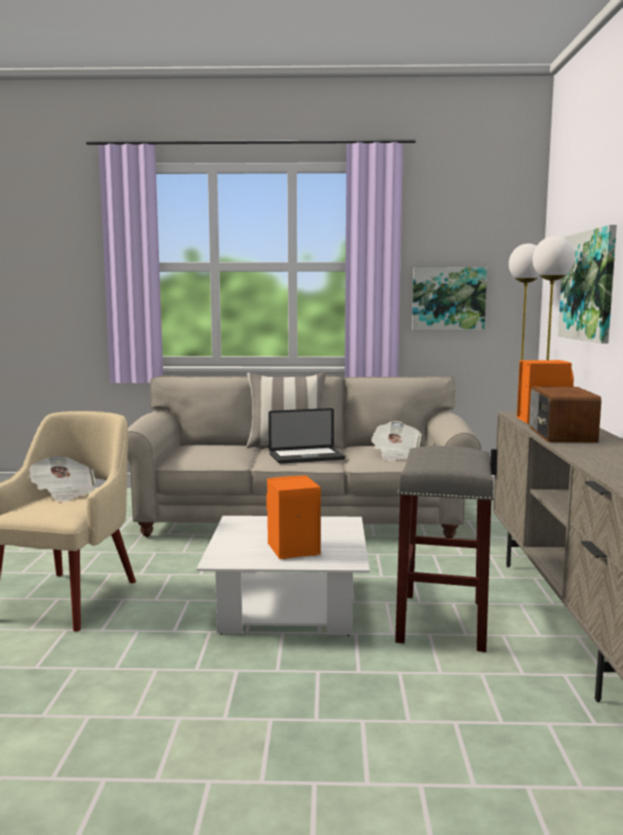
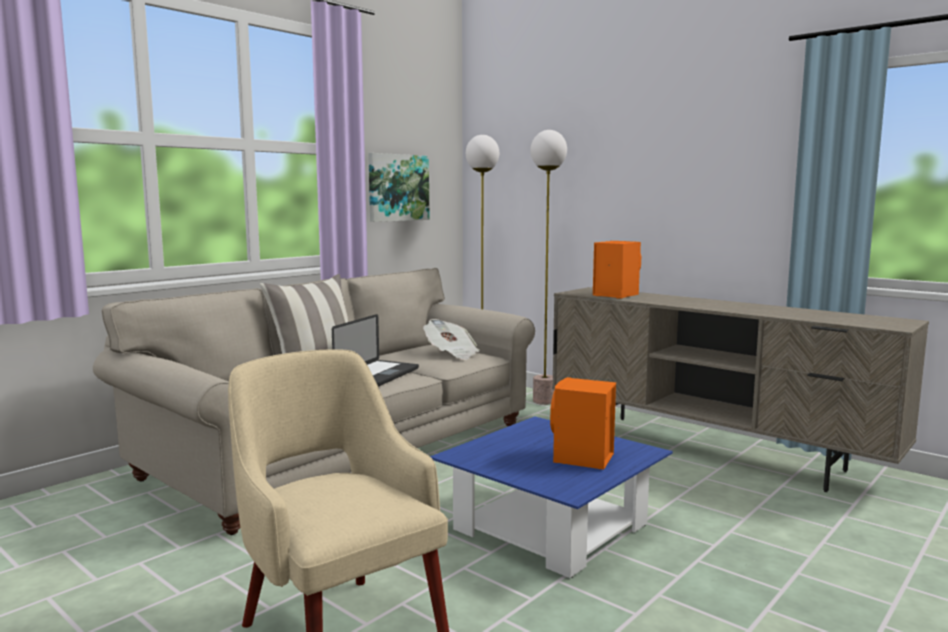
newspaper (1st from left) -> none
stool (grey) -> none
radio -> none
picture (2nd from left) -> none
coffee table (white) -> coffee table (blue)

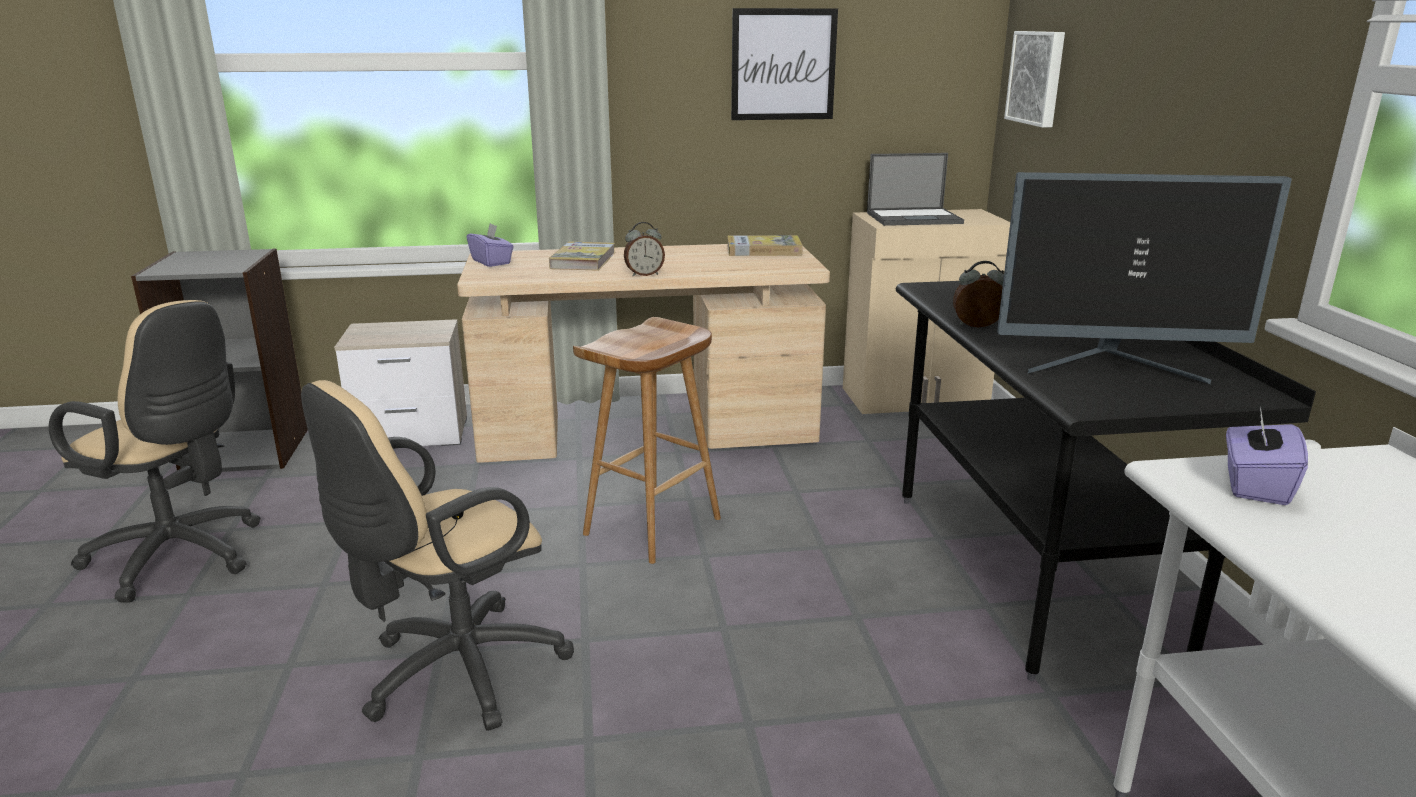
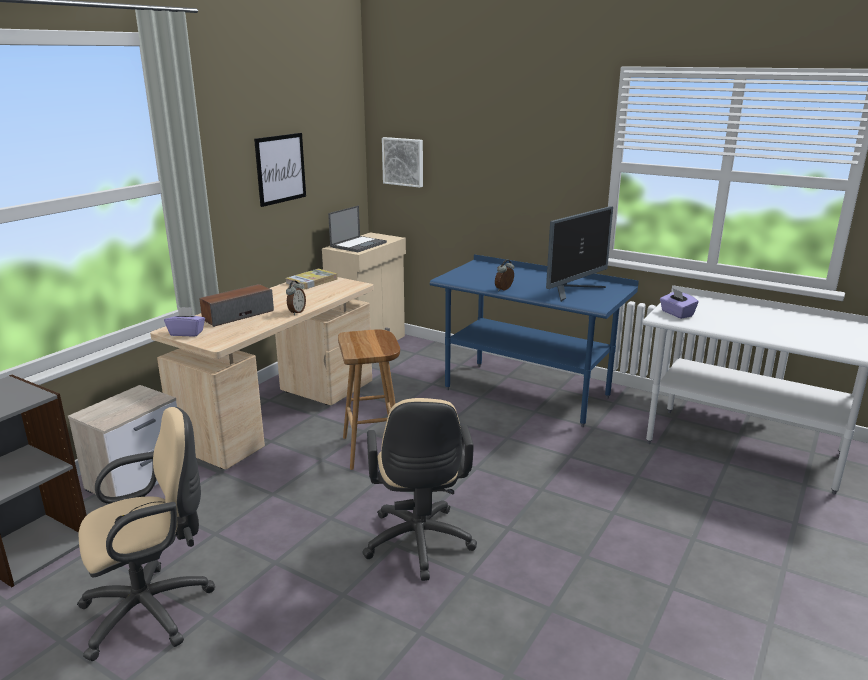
book (1st from left) -> speaker
desk (black) -> desk (blue)

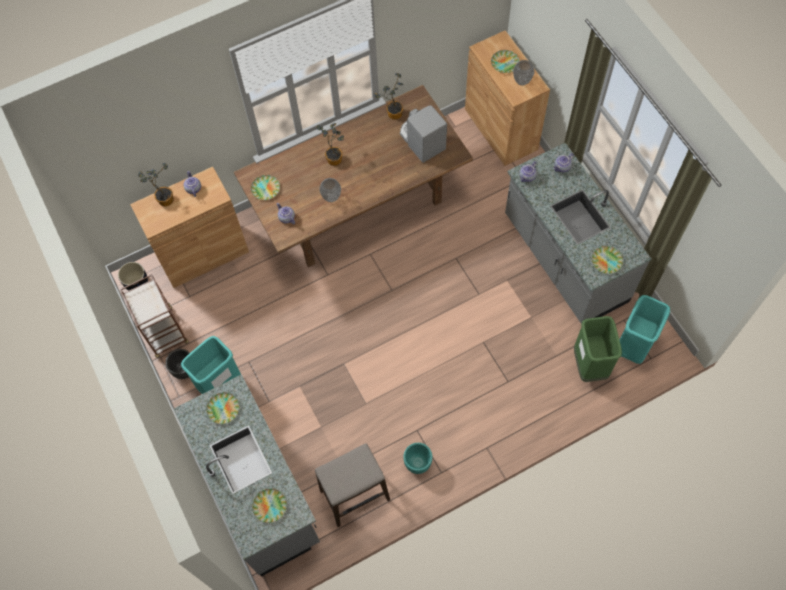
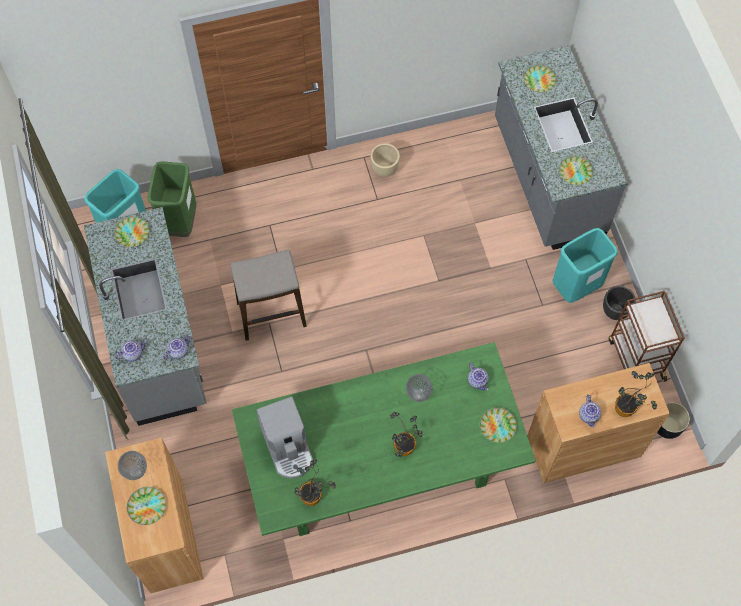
stool, move
dining table (brown) -> dining table (green)
planter (turquoise) -> planter (beige)

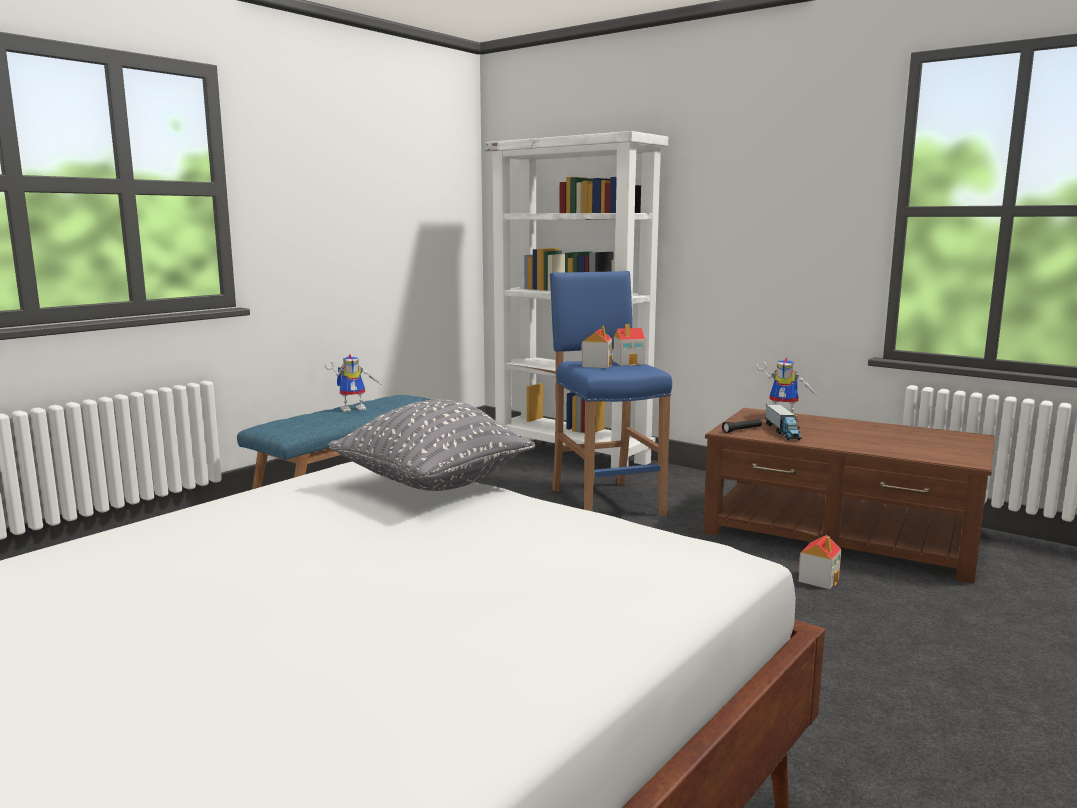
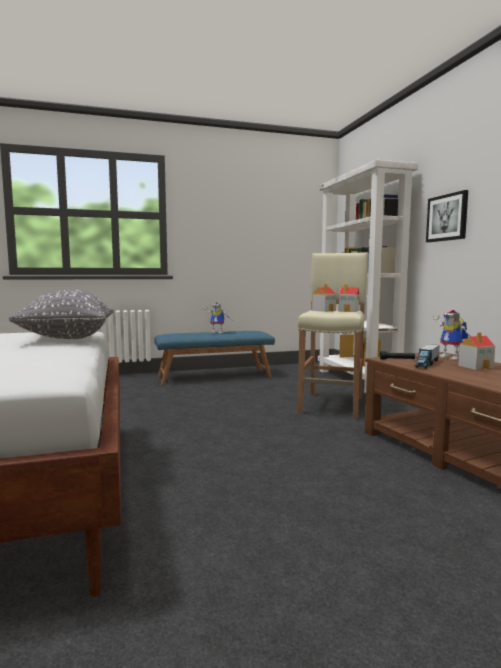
none -> picture
toy house (3rd from left), move
stool (blue) -> stool (beige)

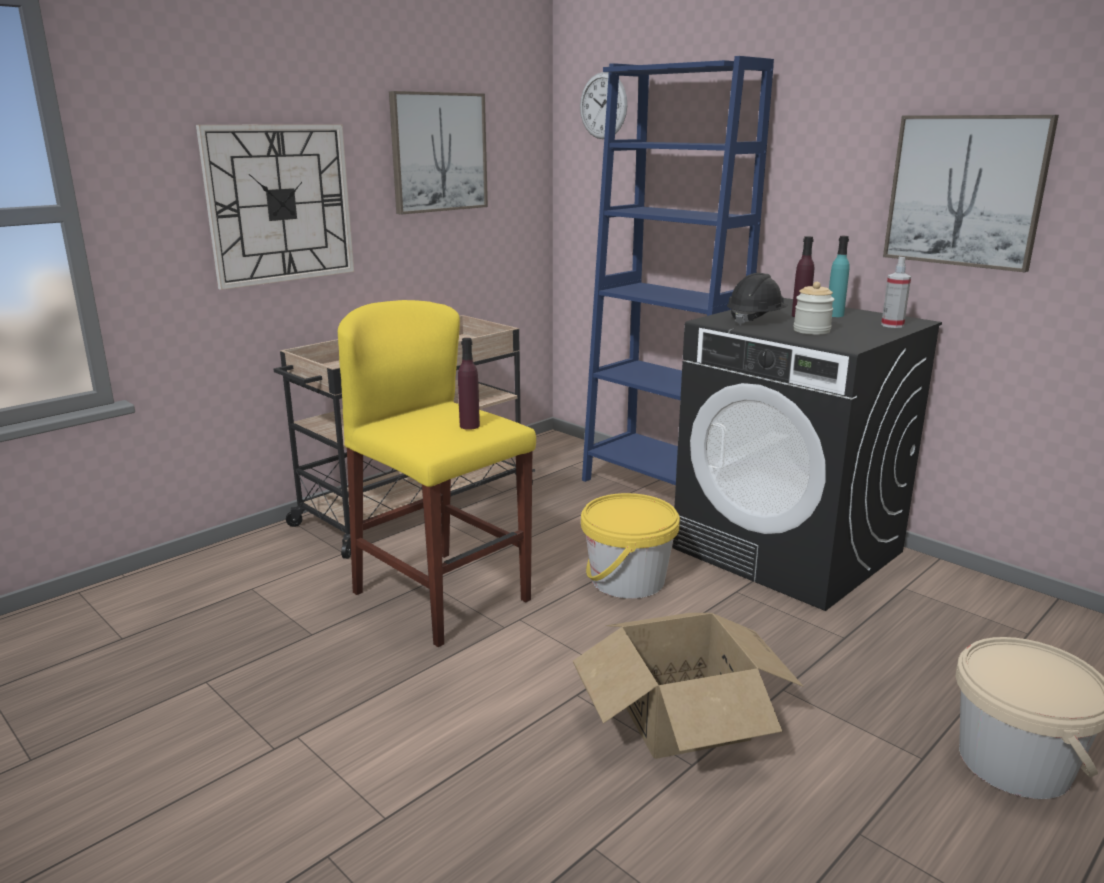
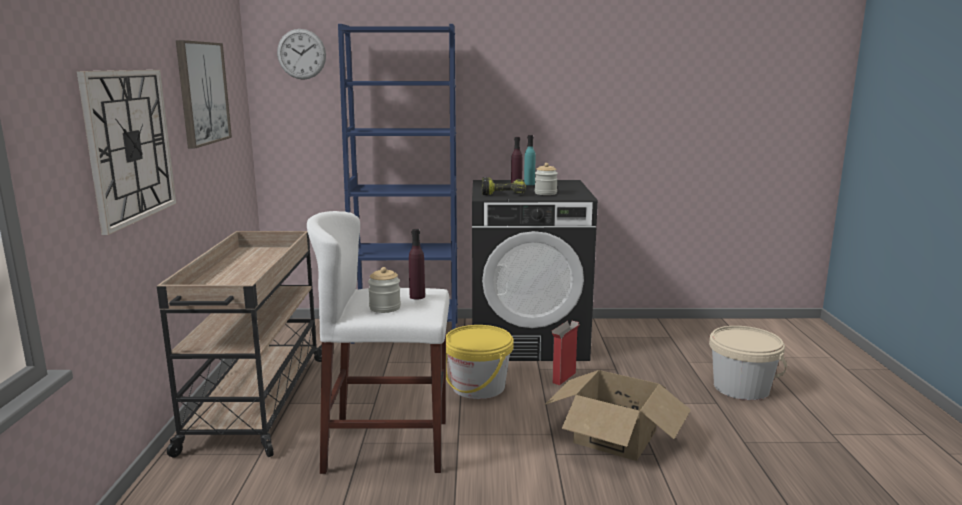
spray bottle -> none
picture (2nd from left) -> none
none -> jar (1st from left)
none -> cardboard box (1st from left)
hard hat (black) -> power drill
stool (yellow) -> stool (white)

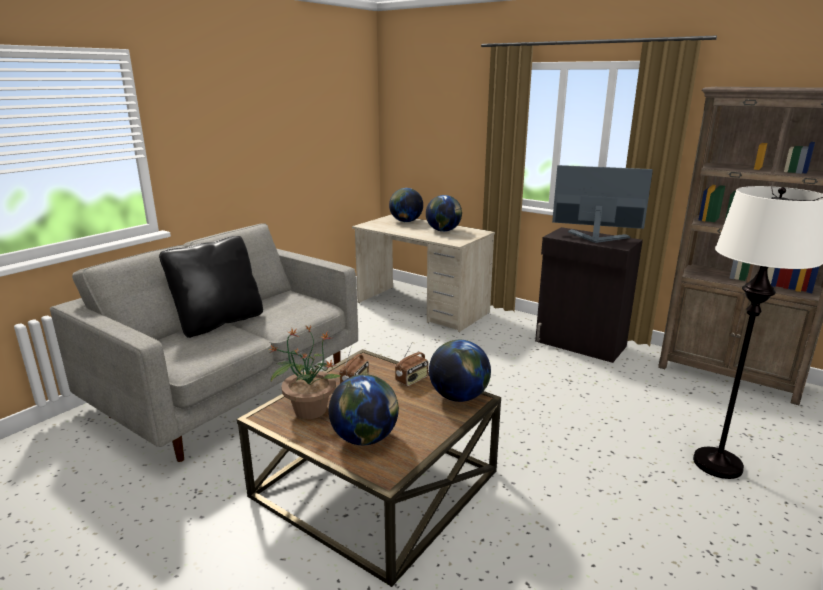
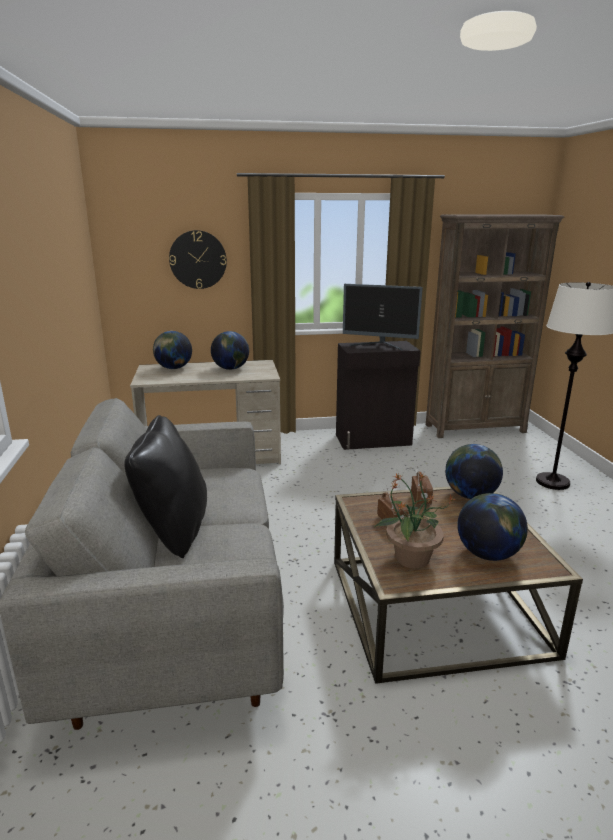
none -> wall clock
monitor, 135 degrees counterclockwise

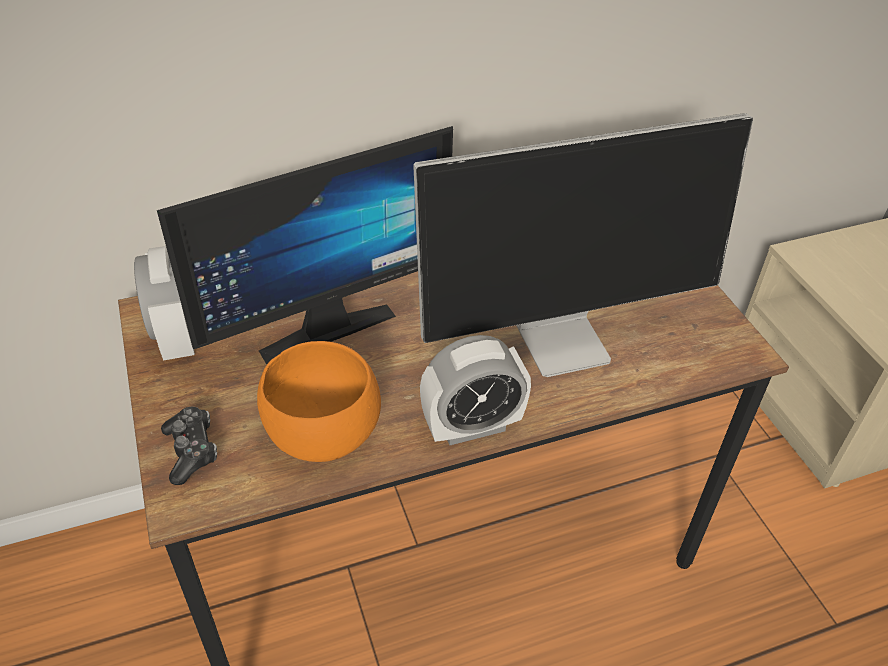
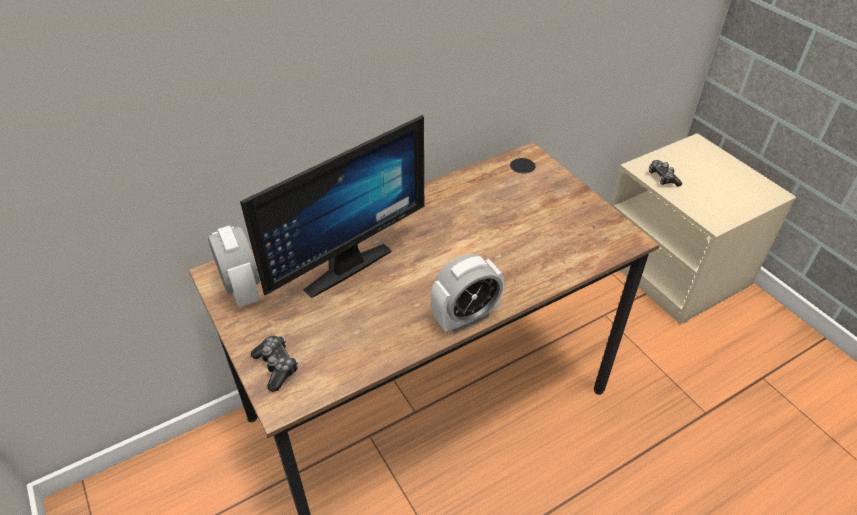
bowl (orange) -> none
monitor (2nd from left) -> none
none -> game controller (2nd from left)

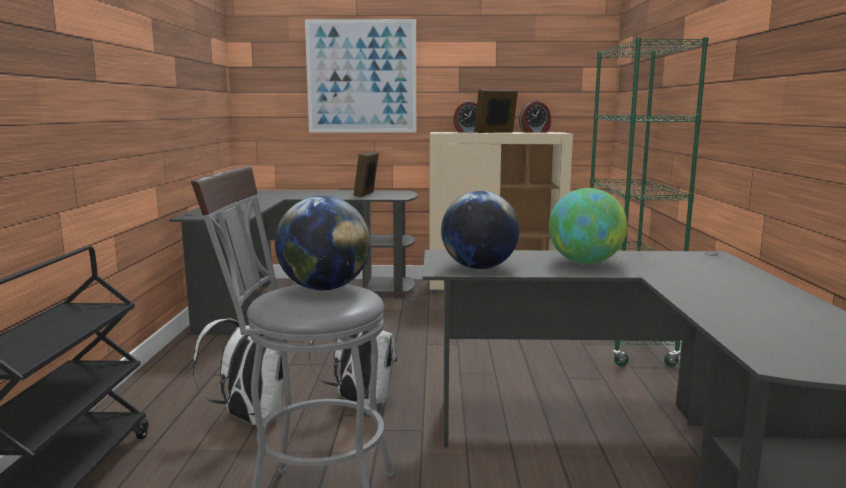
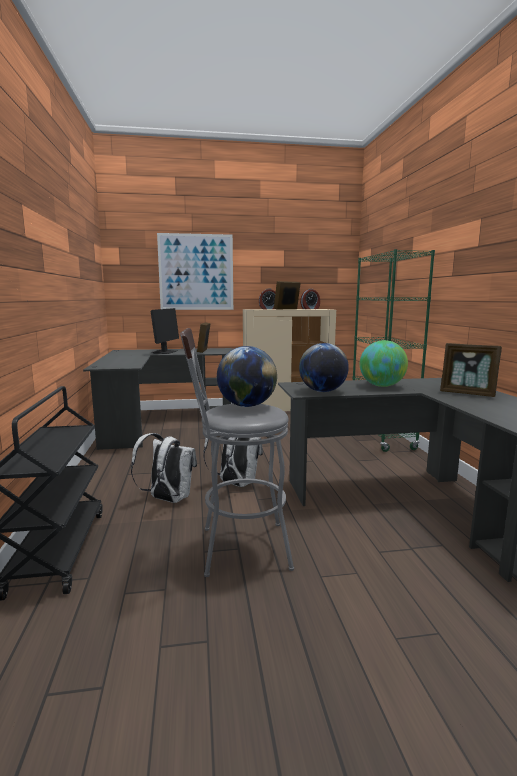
none -> monitor
none -> picture frame (3rd from left)

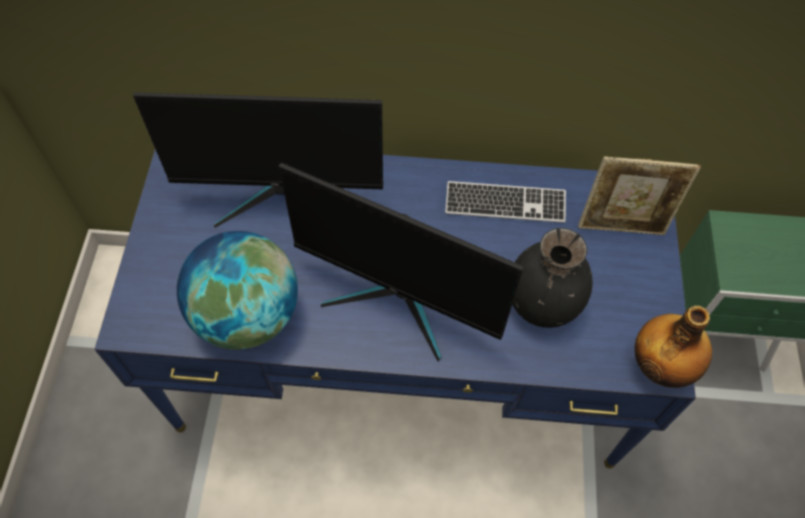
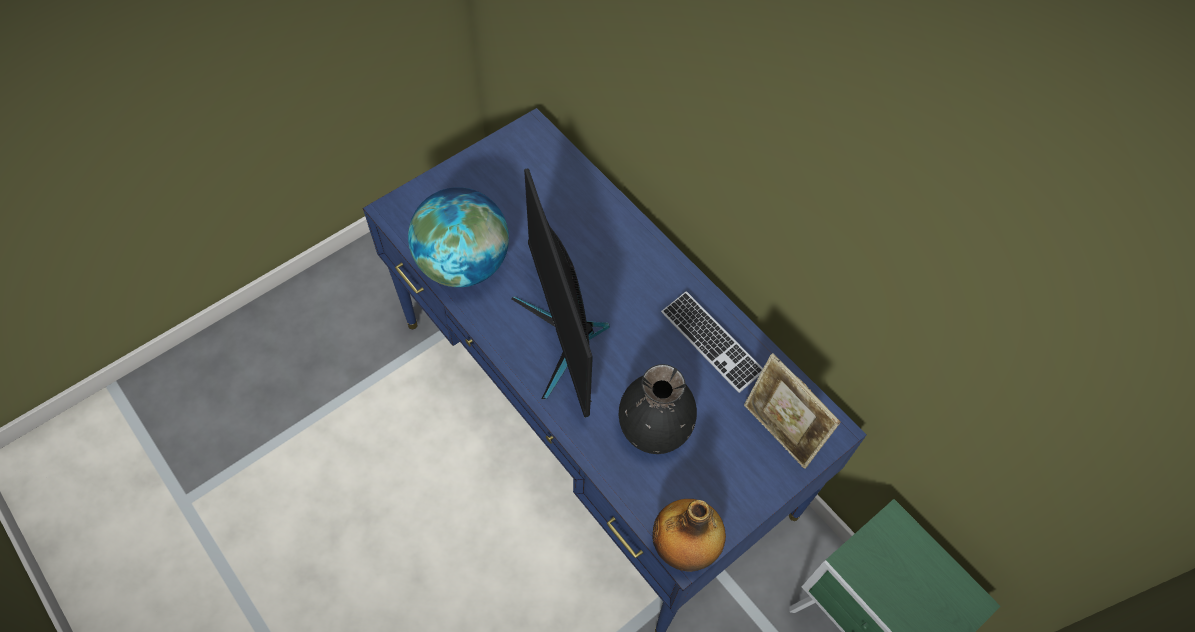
monitor (1st from left) -> none

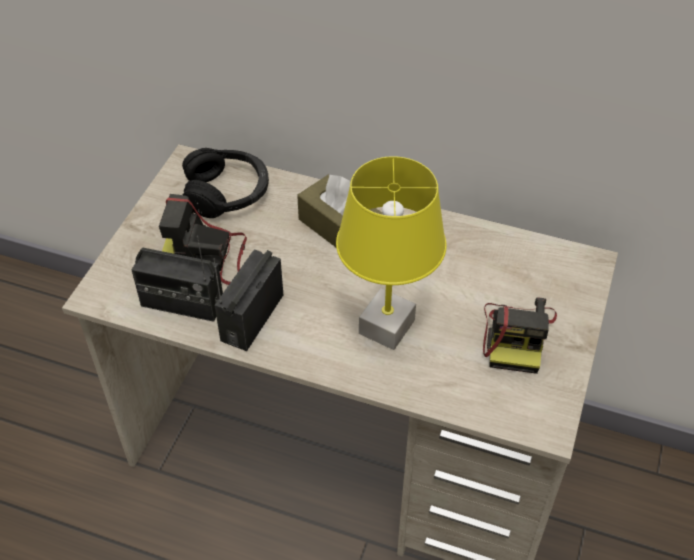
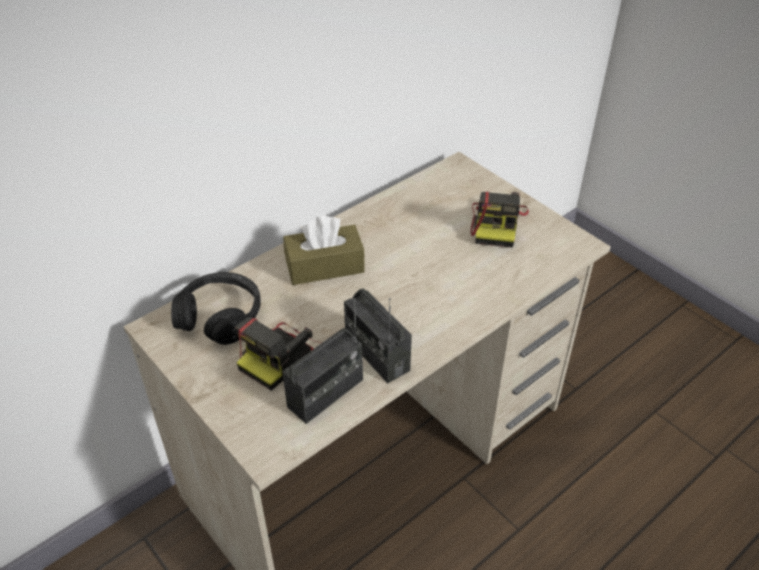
table lamp (yellow) -> none
photo camera (2nd from left), 60 degrees clockwise

